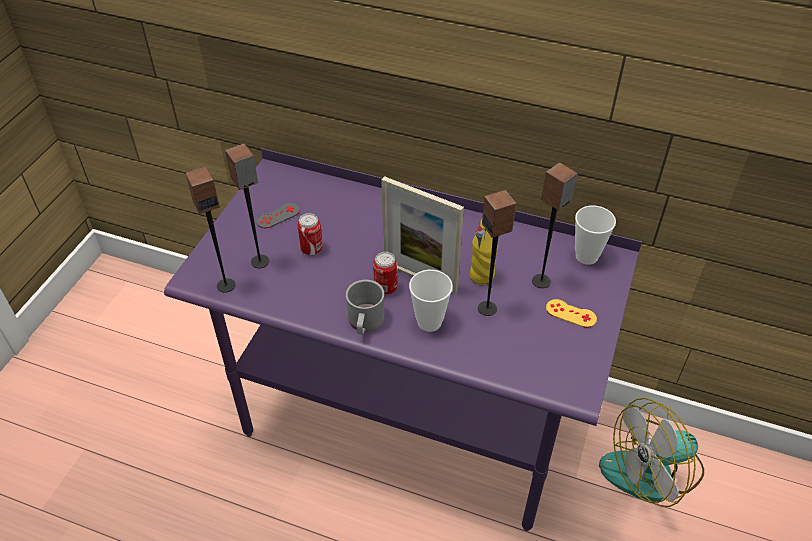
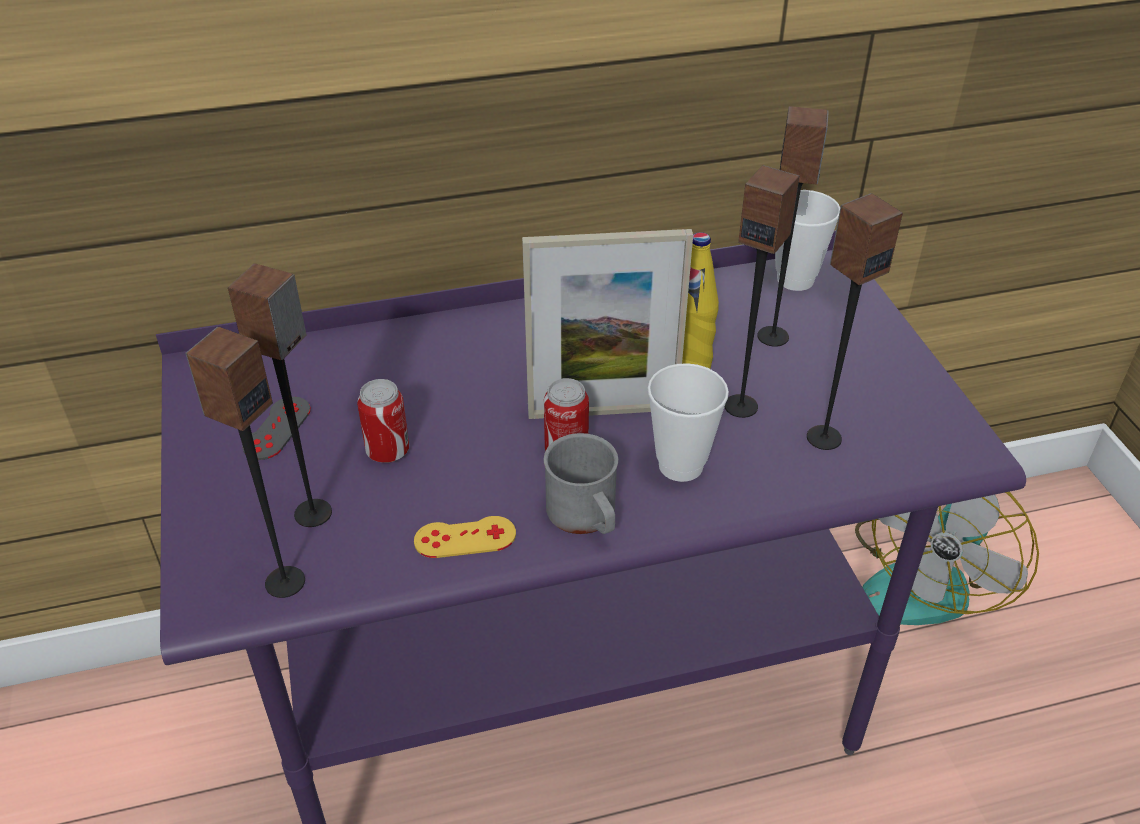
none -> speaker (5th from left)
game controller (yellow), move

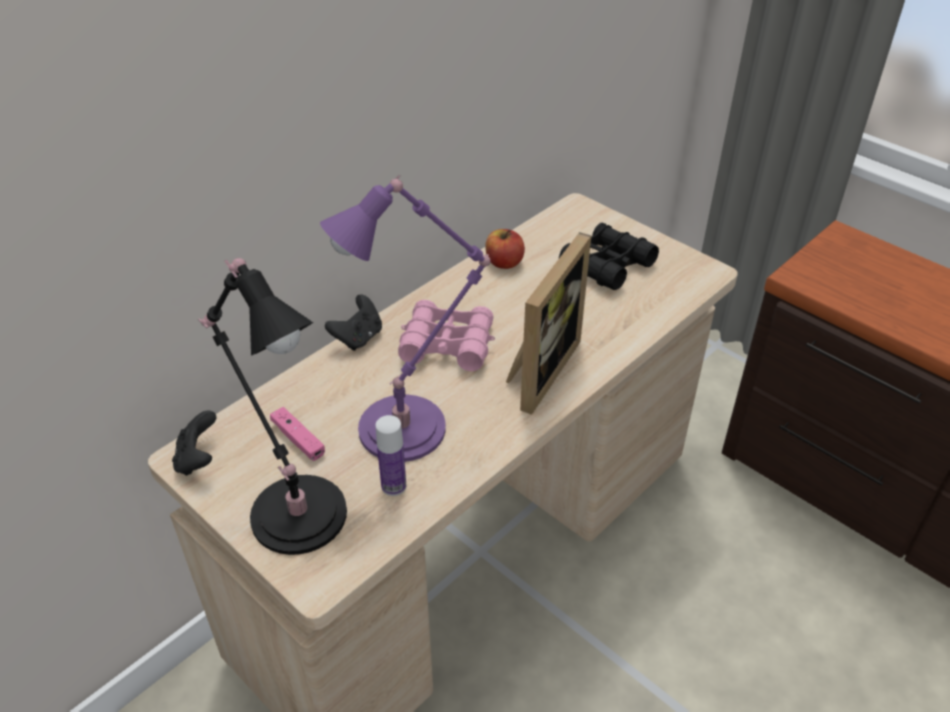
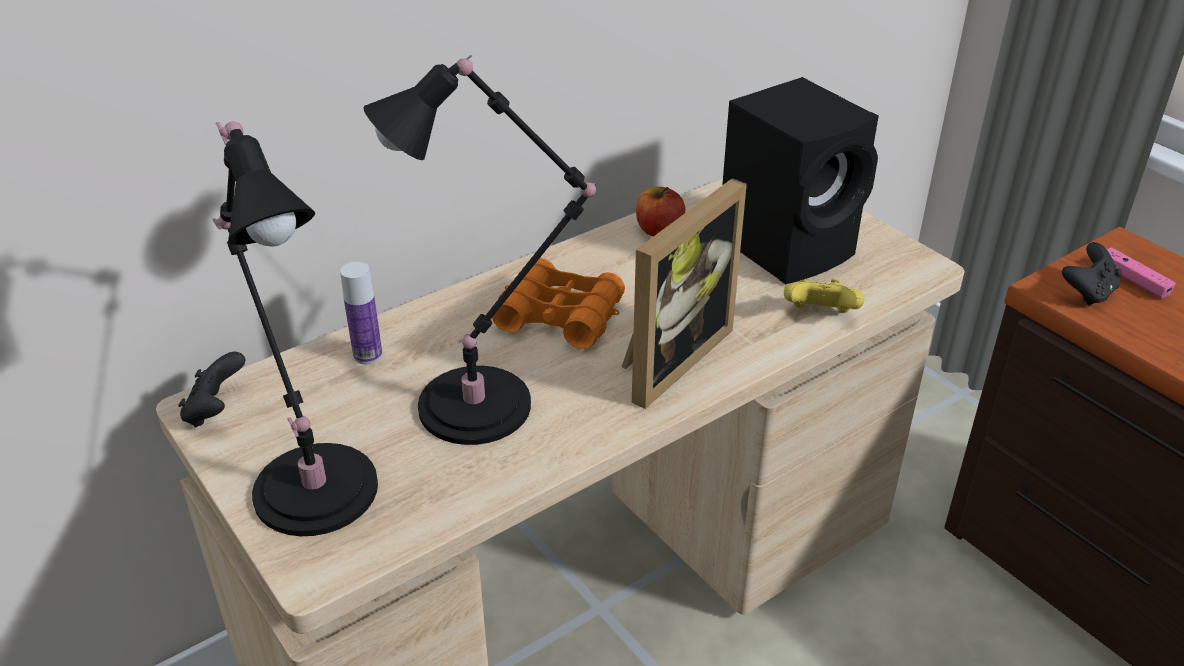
none -> game controller (yellow)
game controller (pink), move
game controller (black) (2nd from left), move
bottle, move
binoculars (black) -> speaker (black)
table lamp (purple) -> table lamp (black) (2nd from left)
binoculars (pink) -> binoculars (orange)

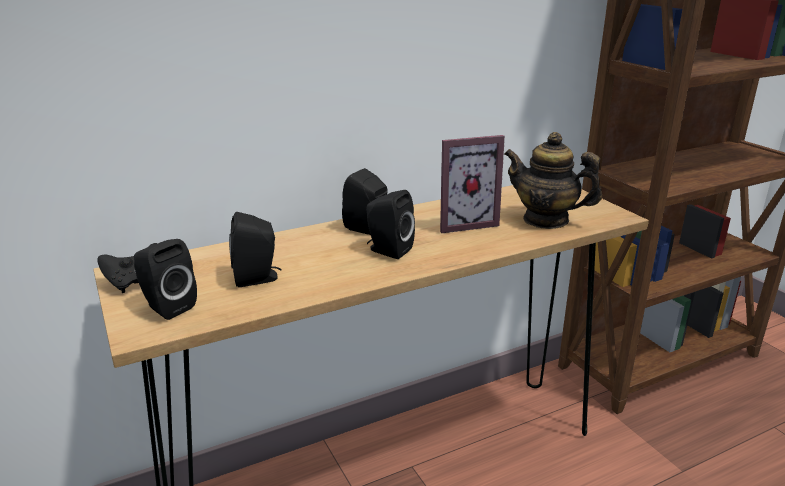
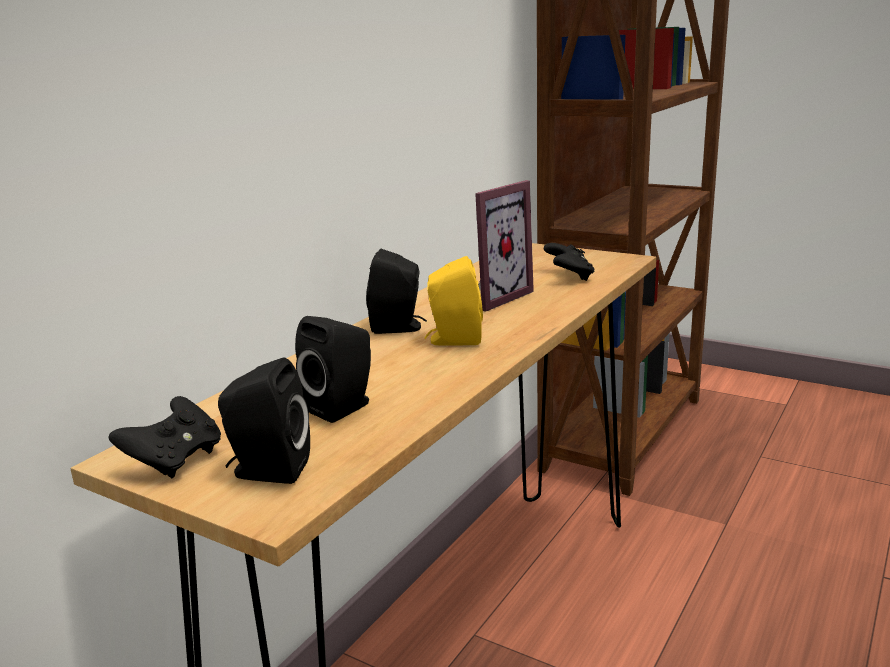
teapot -> game controller (black) (2nd from left)
speaker (black) (4th from left) -> speaker (yellow)

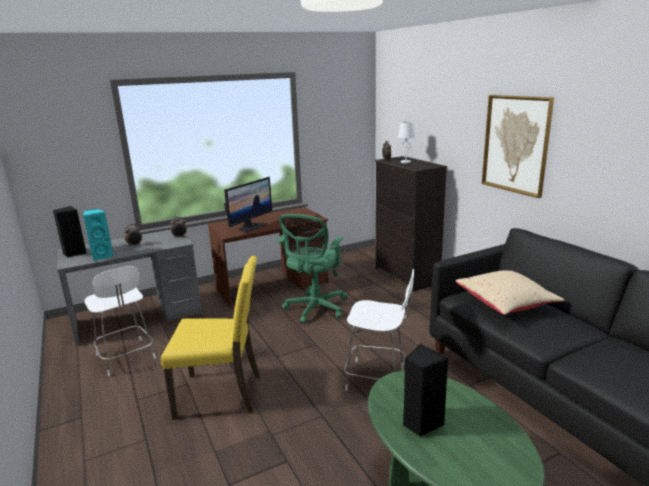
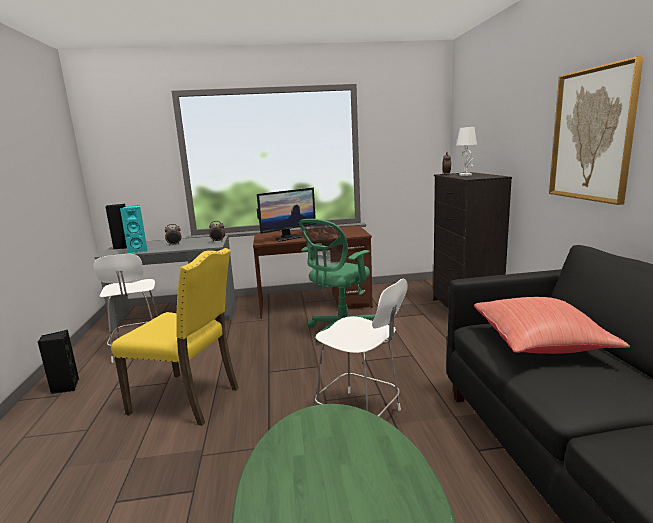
speaker (black) (2nd from left in the first image) -> speaker (black) (1st from left), move
pillow (beige) -> pillow (red)

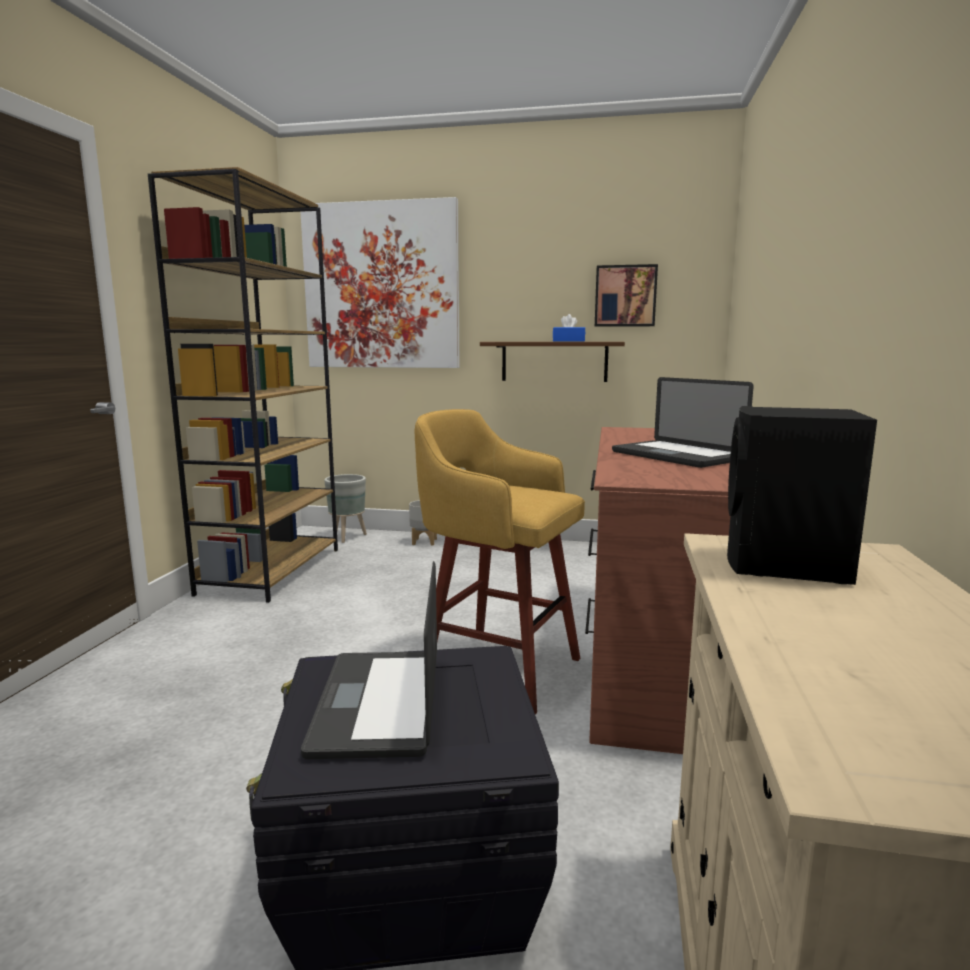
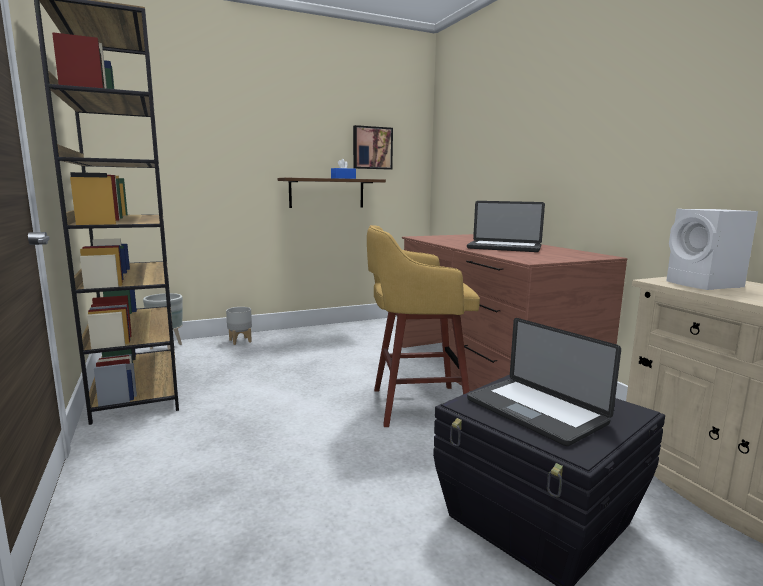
picture (1st from left) -> none
speaker (black) -> speaker (white)

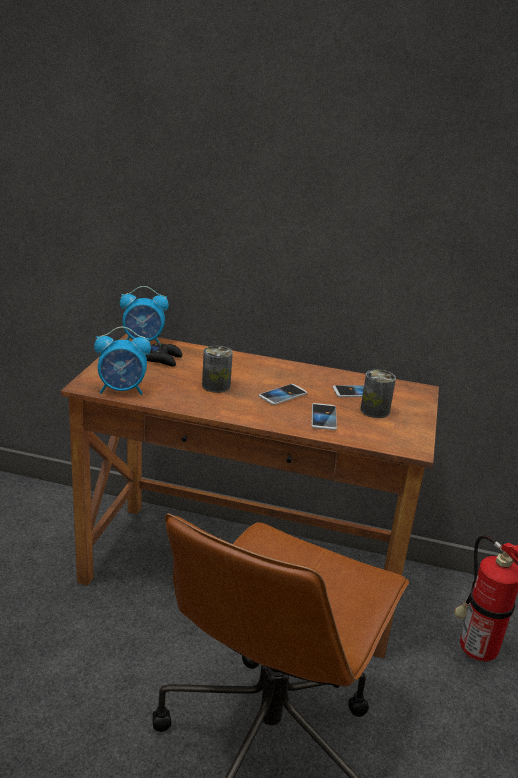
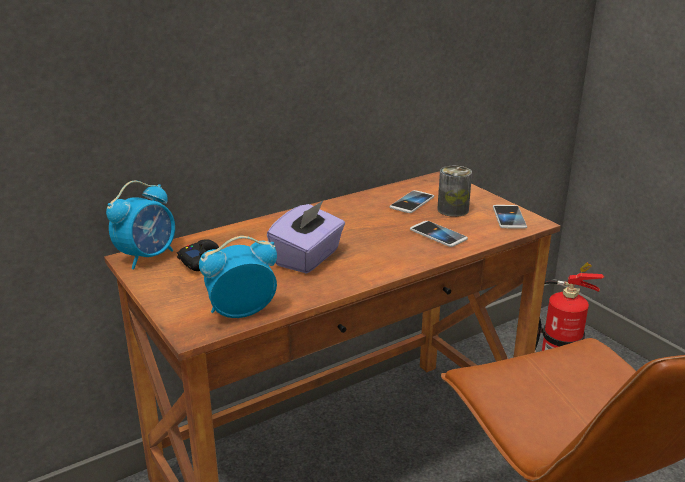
phone (1st from left in the first image) -> phone (3rd from left), move
can (1st from left) -> tissue box (purple)
alarm clock (1st from left in the first image) -> alarm clock (2nd from left), 150 degrees counterclockwise

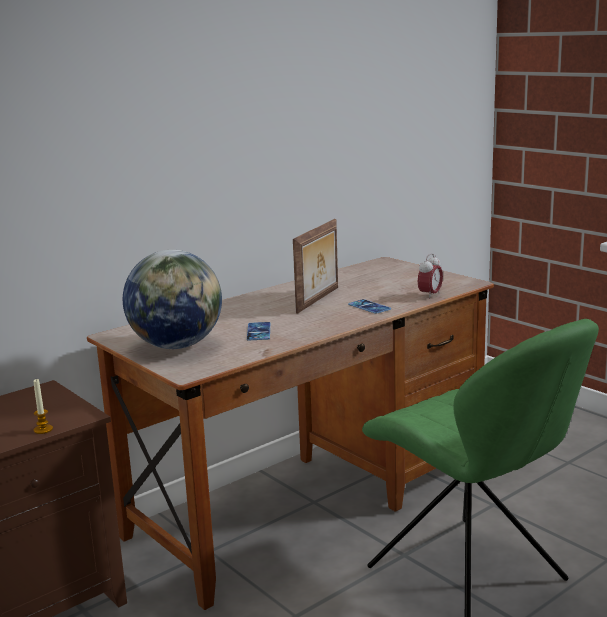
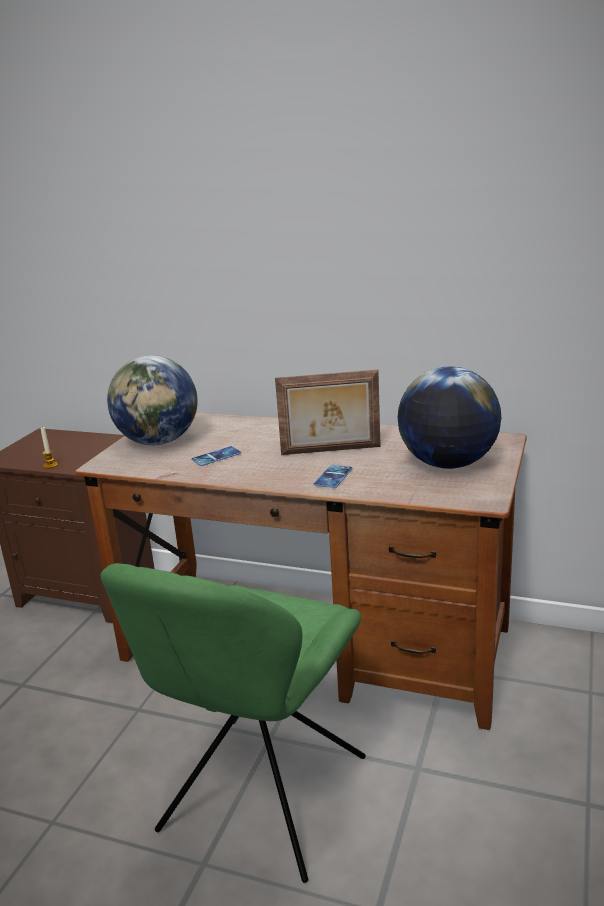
alarm clock -> none
none -> globe (2nd from left)

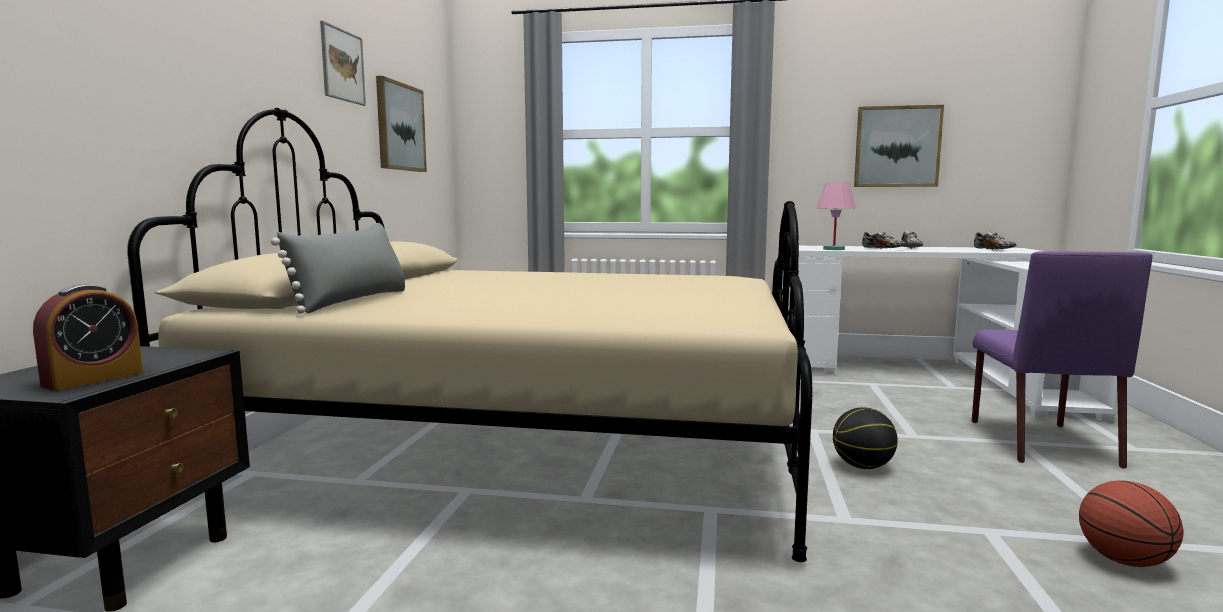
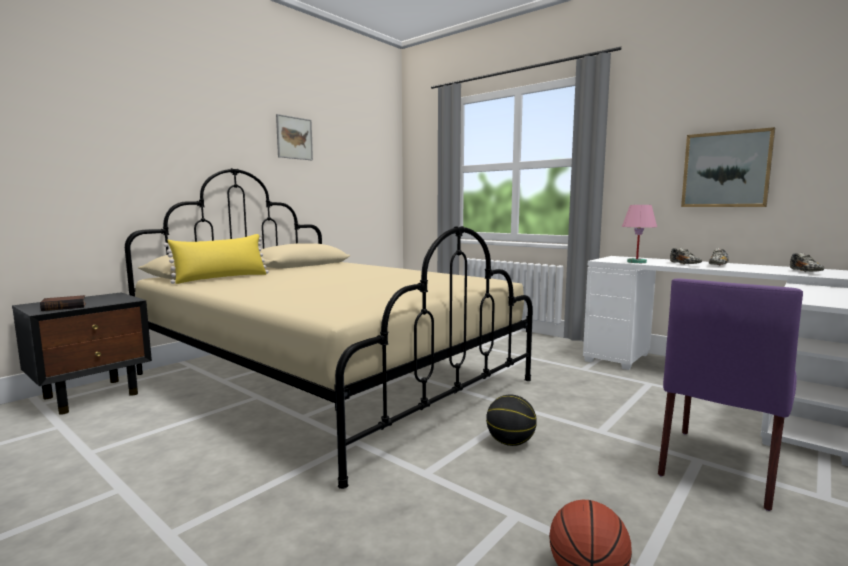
picture (2nd from left) -> none
alarm clock -> book
pillow (grey) -> pillow (yellow)

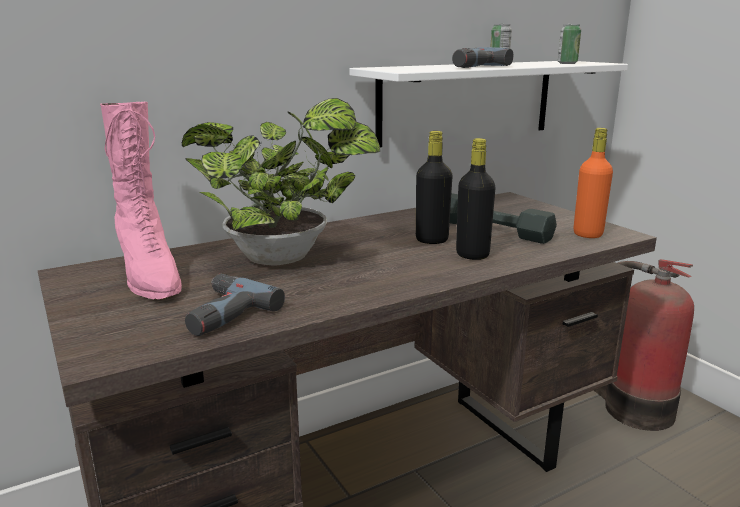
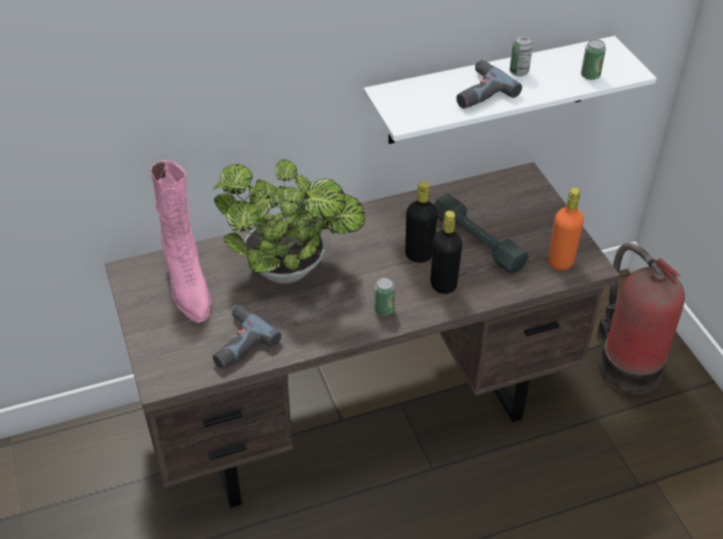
none -> can (1st from left)

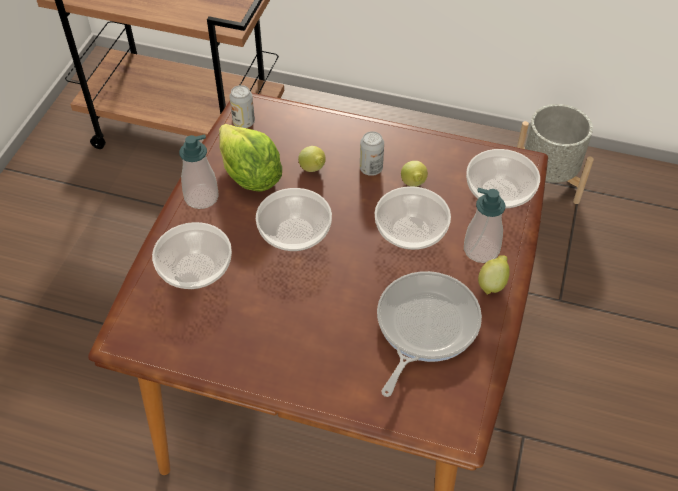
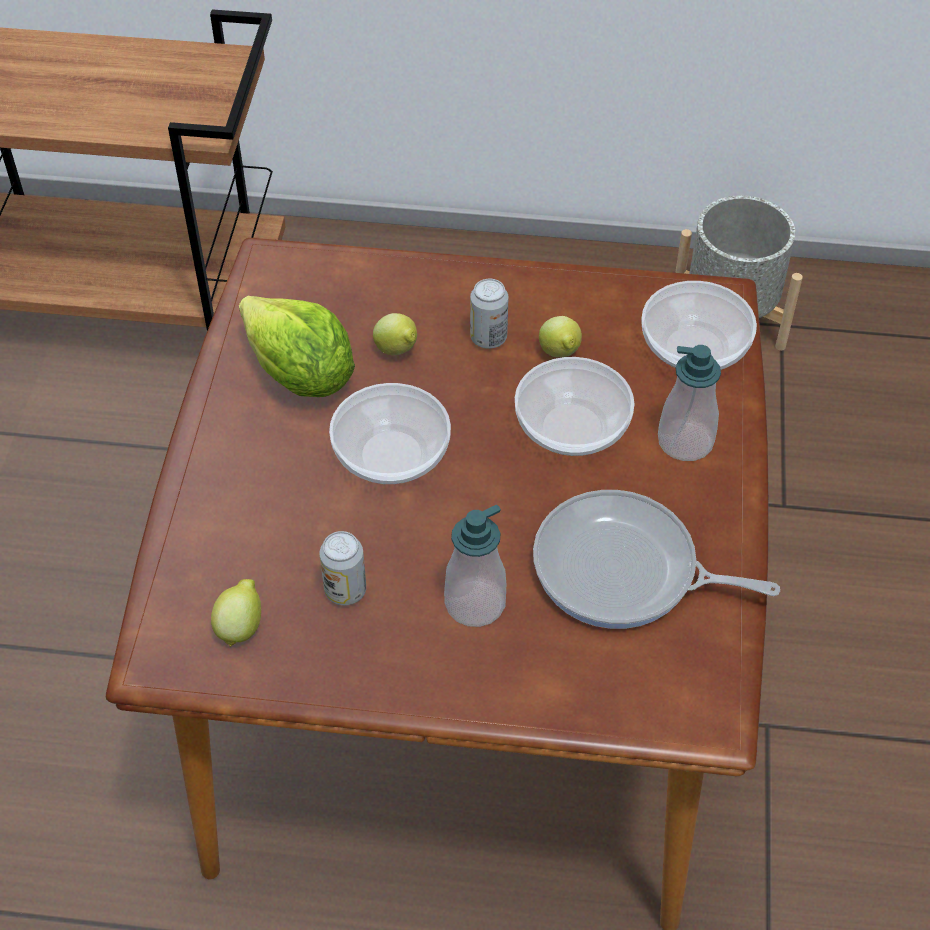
bowl (1st from left) -> none
soap dispenser (1st from left), move
can (1st from left), move
lemon (3rd from left in the first image) -> lemon (1st from left), move
frying pan, 90 degrees counterclockwise

